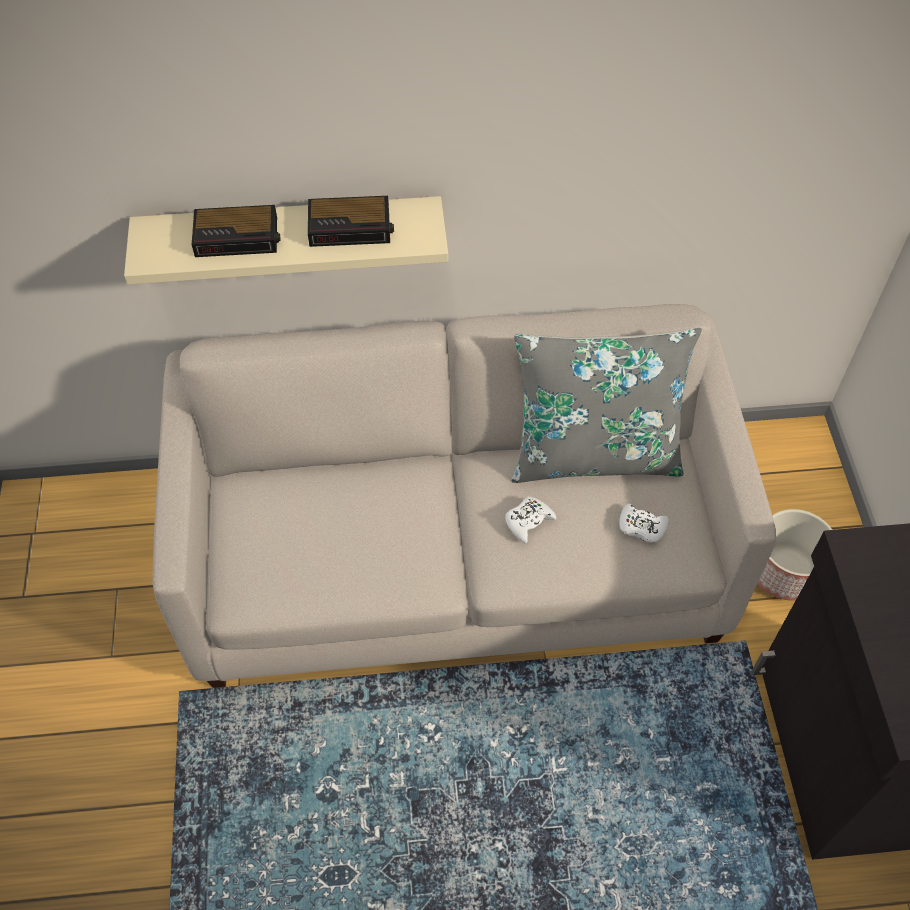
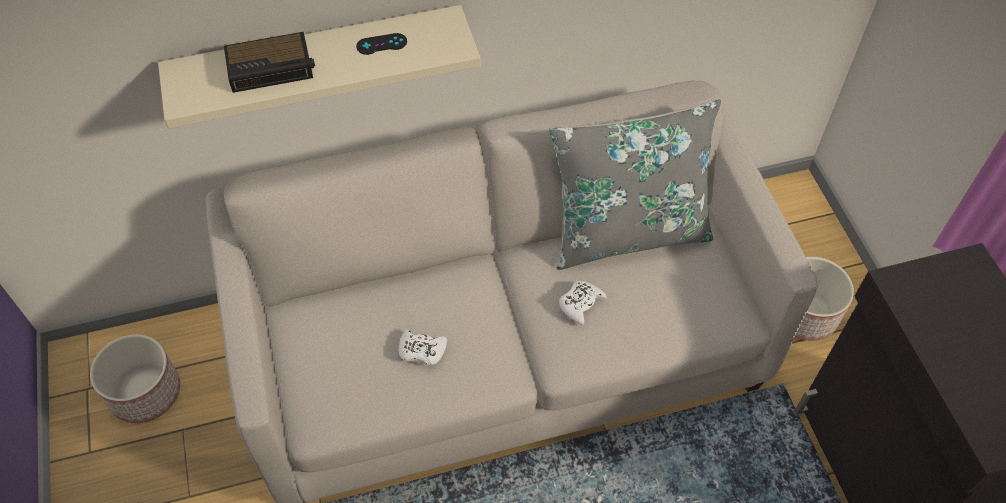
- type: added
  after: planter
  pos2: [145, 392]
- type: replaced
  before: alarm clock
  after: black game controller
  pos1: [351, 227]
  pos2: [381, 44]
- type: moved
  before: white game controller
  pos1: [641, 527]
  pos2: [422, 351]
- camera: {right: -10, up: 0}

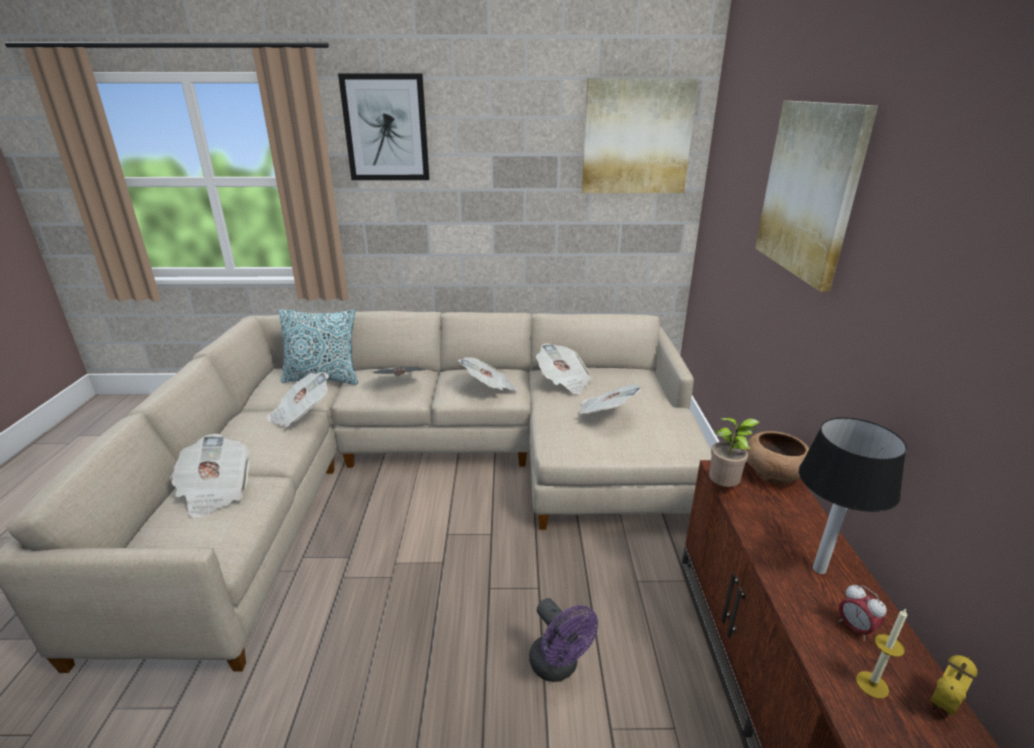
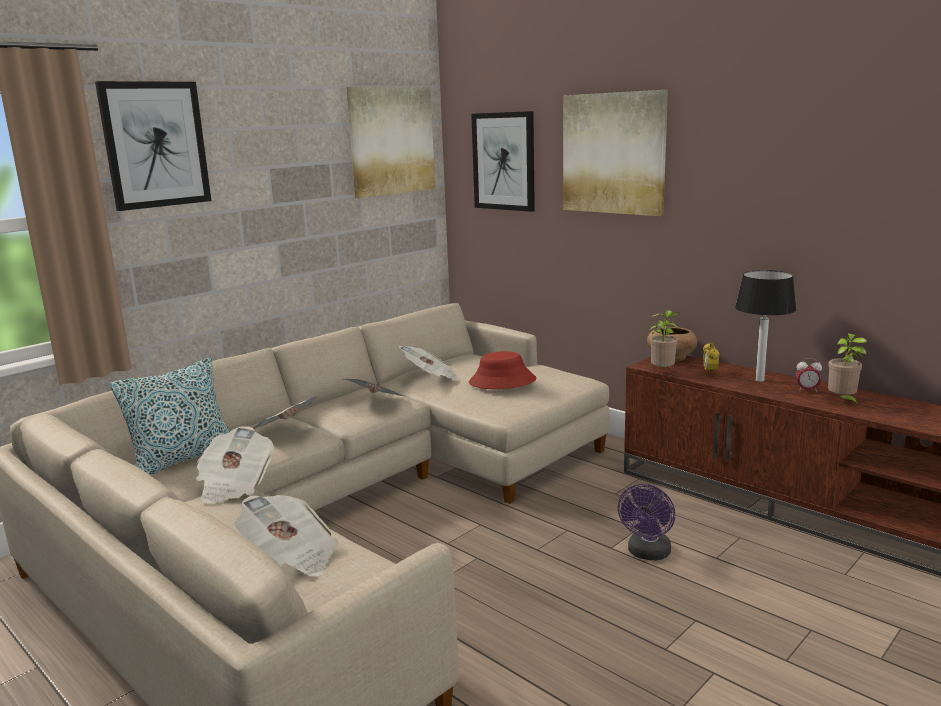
- type: replaced
  before: newspaper
  after: red hat
  pos1: [606, 413]
  pos2: [502, 381]
- type: added
  after: picture
  pos2: [504, 161]
- type: turned
  before: purple fan
  pos1: [558, 667]
  pos2: [647, 554]
  turn: 105
- type: moved
  before: alarm clock
  pos1: [942, 705]
  pos2: [710, 372]
- type: replaced
  before: candle
  after: potted plant
  pos1: [872, 684]
  pos2: [842, 401]
- camera: {right: -45, up: -10}

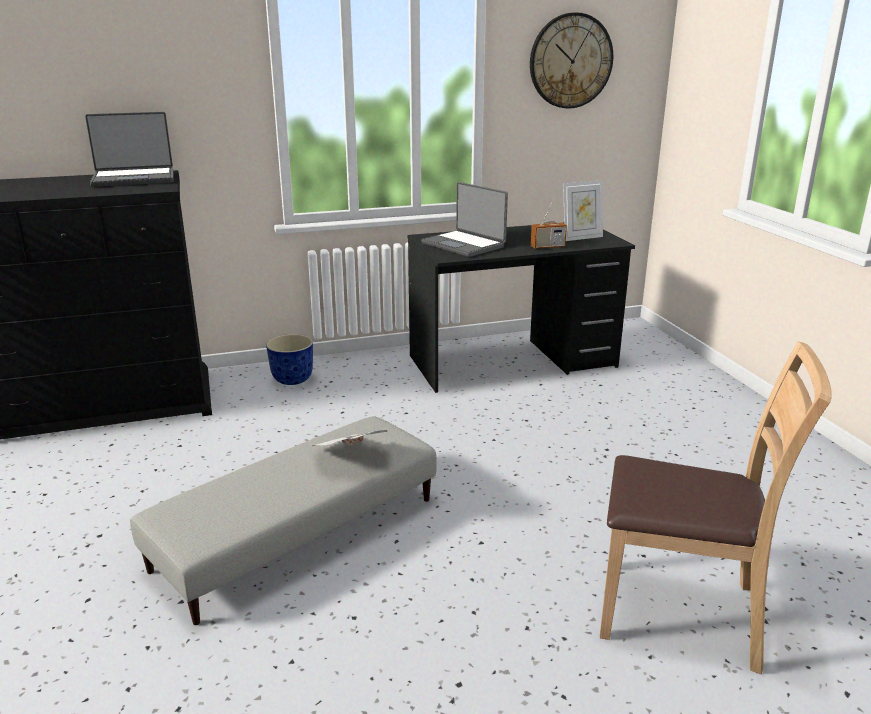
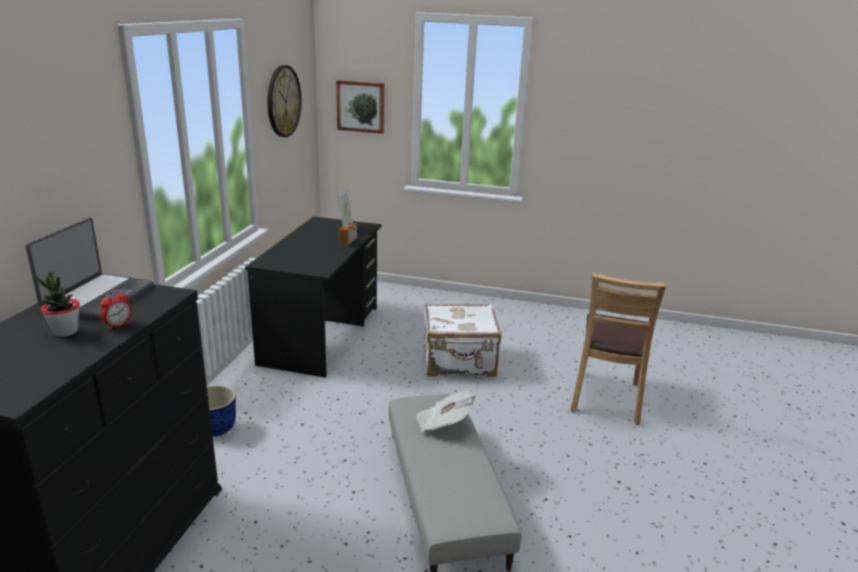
- type: added
  after: potted plant
  pos2: [65, 332]
- type: added
  after: alarm clock
  pos2: [118, 325]
- type: added
  after: picture
  pos2: [361, 106]
- type: added
  after: white suitcase
  pos2: [459, 362]
- type: turned
  before: brown chair
  pos1: [681, 613]
  pos2: [606, 398]
  turn: 150
- type: removed
  before: laptop
  pos1: [464, 245]
- camera: {right: -60, up: 0}

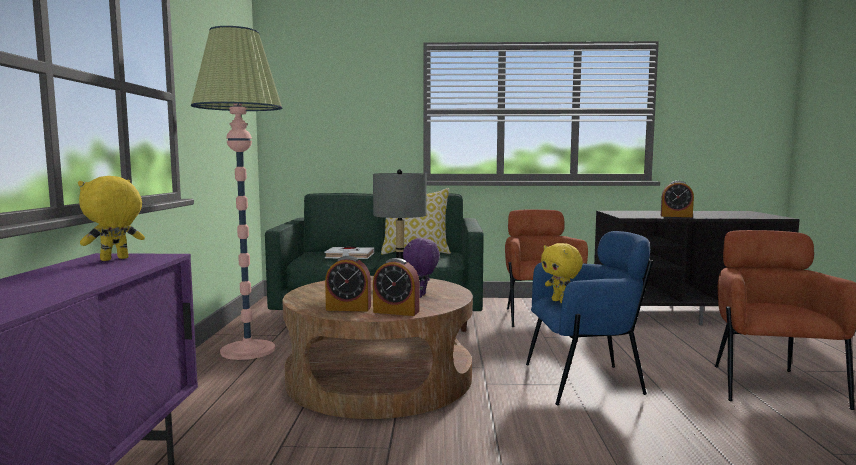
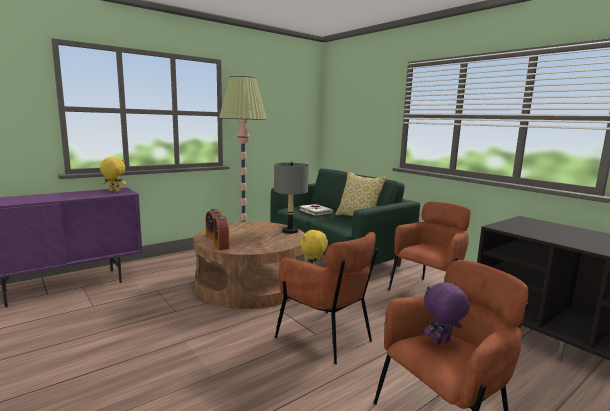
- type: recoloured
  before: blue armchair
  after: brown armchair
  pos1: [584, 381]
  pos2: [326, 337]
- type: moved
  before: purple plush toy
  pos1: [421, 296]
  pos2: [441, 343]
- type: removed
  before: alarm clock
  pos1: [676, 216]
- camera: {right: 50, up: 5}

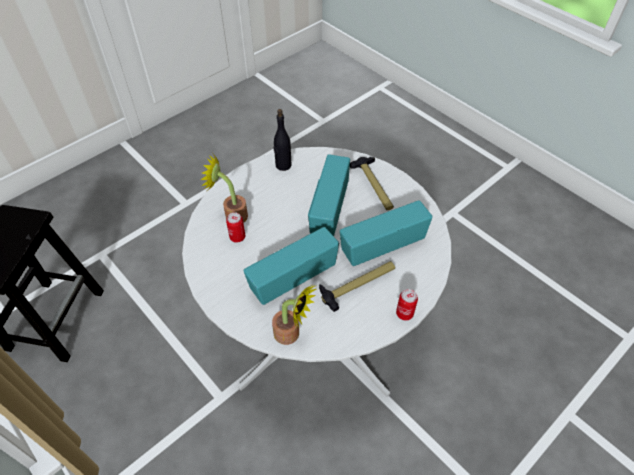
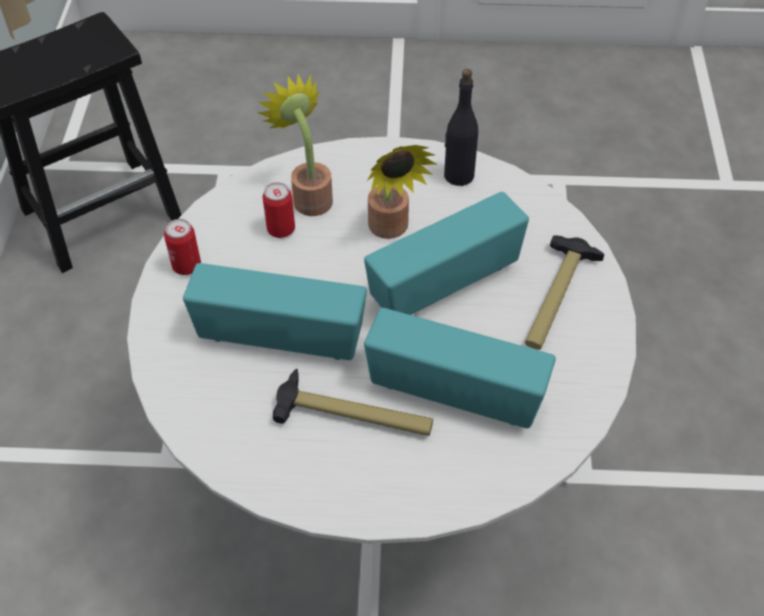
- type: moved
  before: can
  pos1: [404, 313]
  pos2: [186, 266]
- type: moved
  before: potted plant
  pos1: [291, 335]
  pos2: [391, 230]
- camera: {right: 45, up: 0}

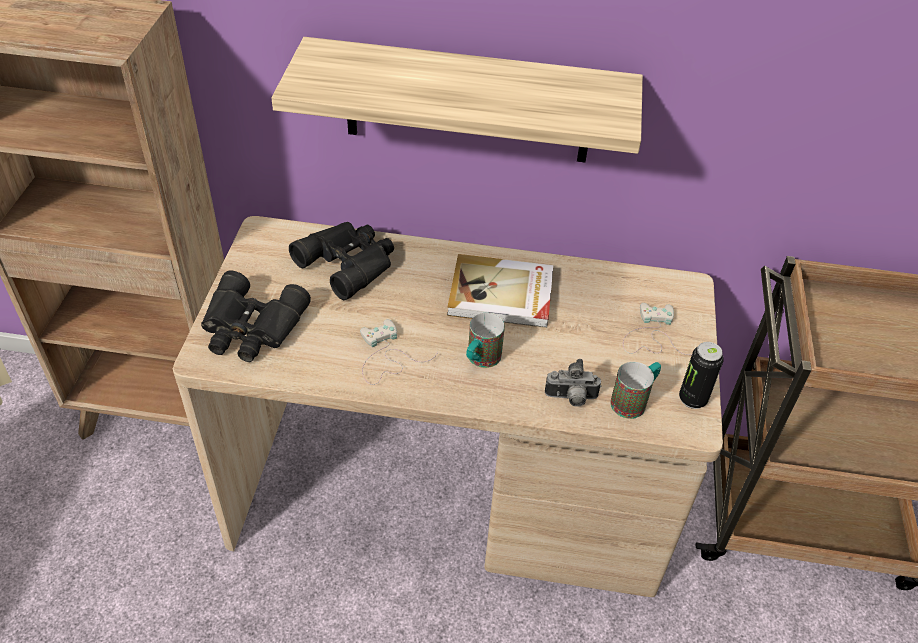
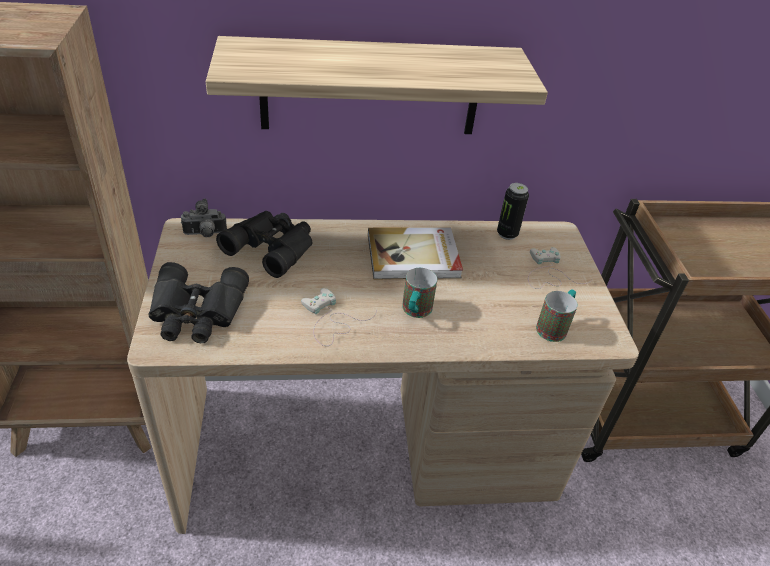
- type: moved
  before: photo camera
  pos1: [571, 399]
  pos2: [205, 234]
- type: moved
  before: can
  pos1: [692, 399]
  pos2: [507, 234]
- camera: {right: -15, up: -5}

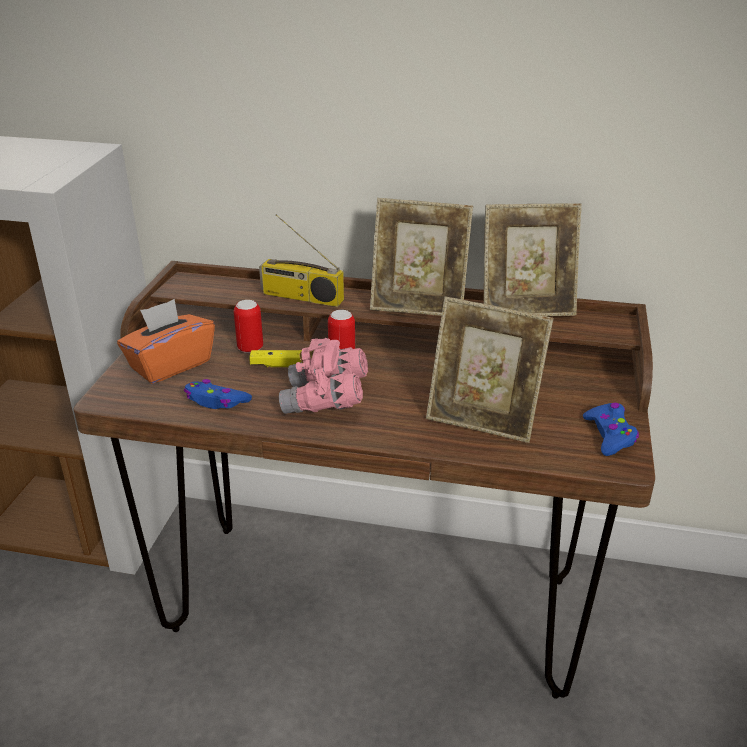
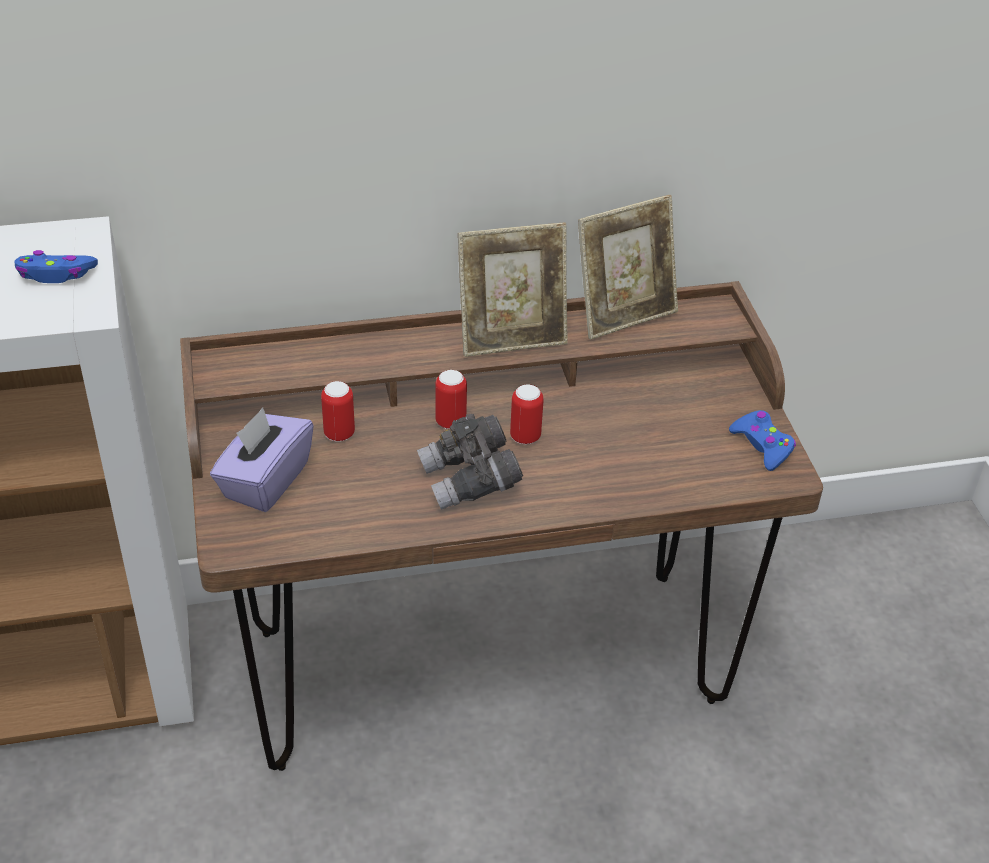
- type: moved
  before: blue game controller
  pos1: [216, 401]
  pos2: [56, 274]
- type: recoloured
  before: orange tissue box
  after: purple tissue box
  pos1: [170, 365]
  pos2: [265, 481]
- type: recoloured
  before: pink binoculars
  after: grey binoculars
  pos1: [325, 401]
  pos2: [470, 481]
- type: added
  after: can
  pos2: [525, 437]
- type: removed
  before: yellow game controller
  pos1: [283, 365]
- type: removed
  before: radio
  pos1: [301, 297]
- type: removed
  before: picture frame
  pos1: [482, 420]
- camera: {right: -25, up: 10}

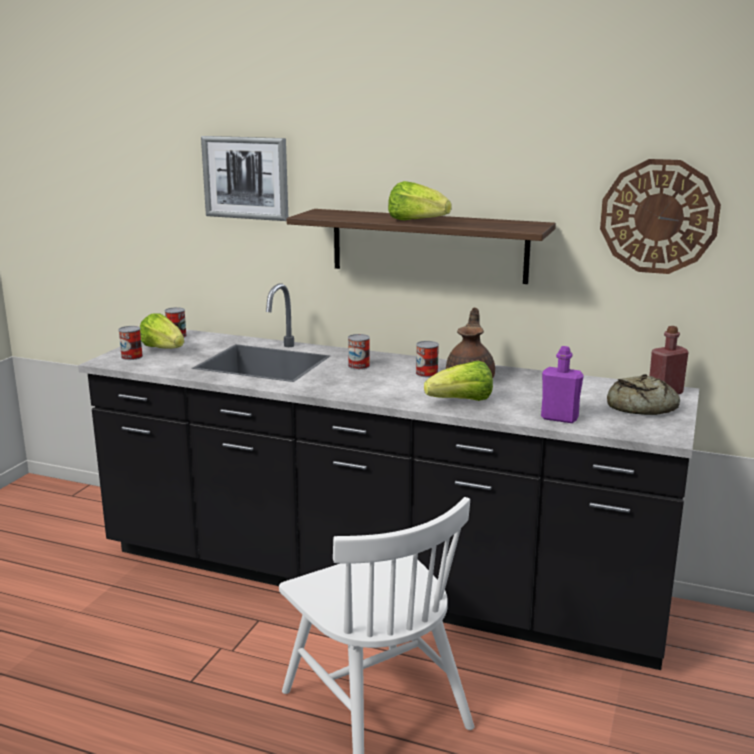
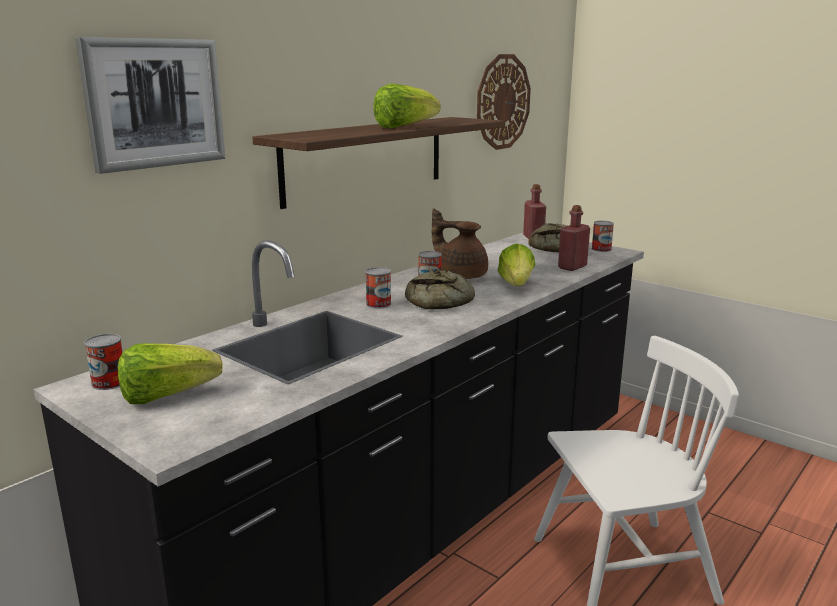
- type: added
  after: bread
  pos2: [441, 301]
- type: recoloured
  before: purple bottle
  after: red bottle
  pos1: [559, 418]
  pos2: [572, 267]
- type: moved
  before: can
  pos1: [132, 356]
  pos2: [601, 249]
- camera: {right: -70, up: 0}

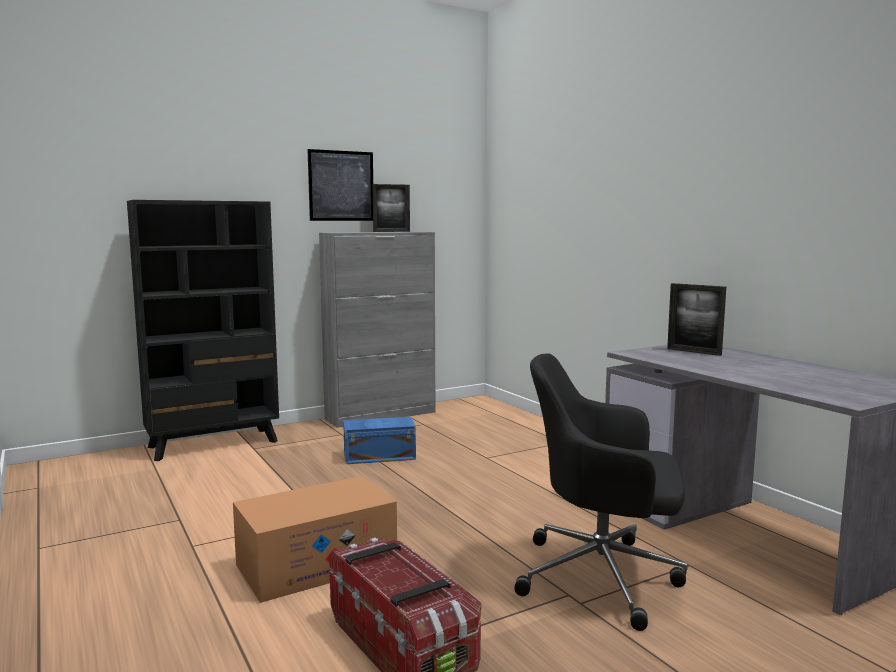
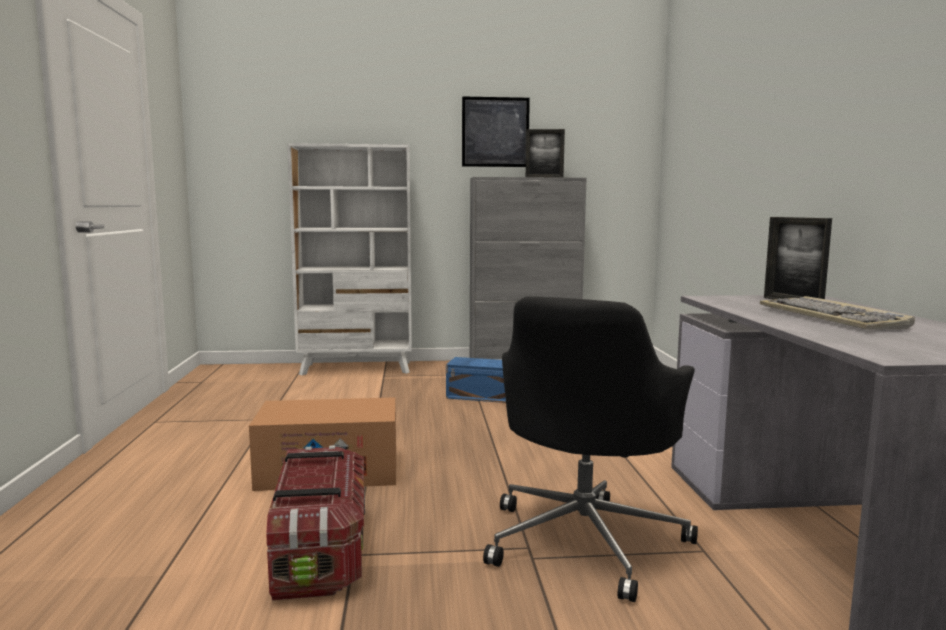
- type: recoloured
  before: black bookcase
  after: white bookcase
  pos1: [214, 444]
  pos2: [357, 369]
- type: turned
  before: black office chair
  pos1: [603, 576]
  pos2: [585, 539]
  turn: -105
- type: added
  after: keyboard
  pos2: [832, 318]
- camera: {right: 25, up: 0}

